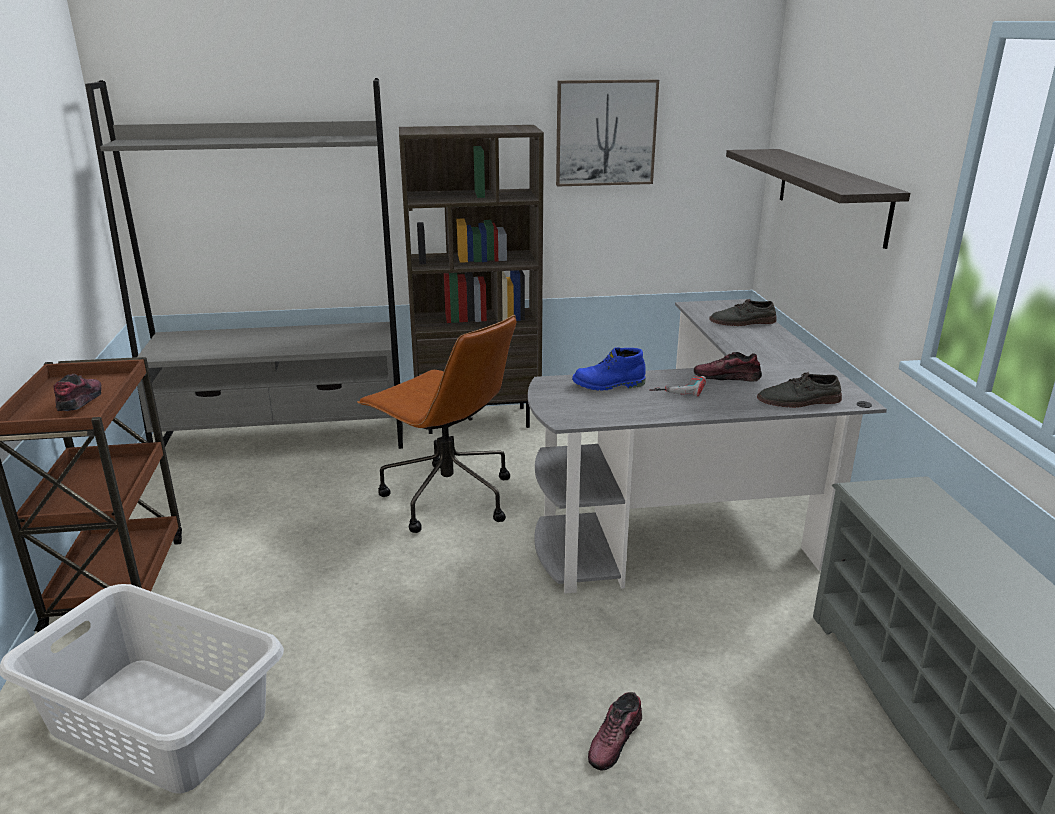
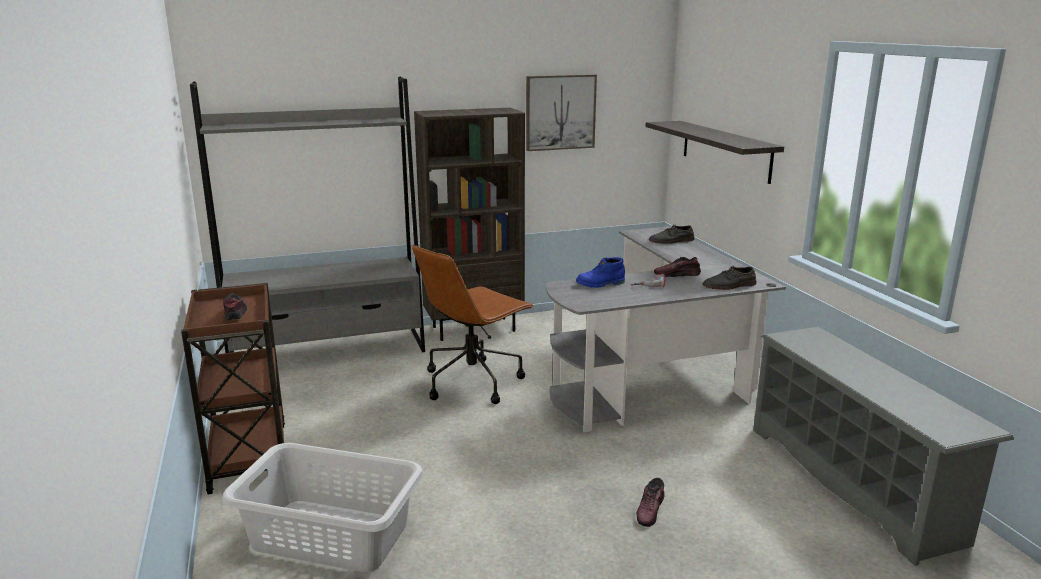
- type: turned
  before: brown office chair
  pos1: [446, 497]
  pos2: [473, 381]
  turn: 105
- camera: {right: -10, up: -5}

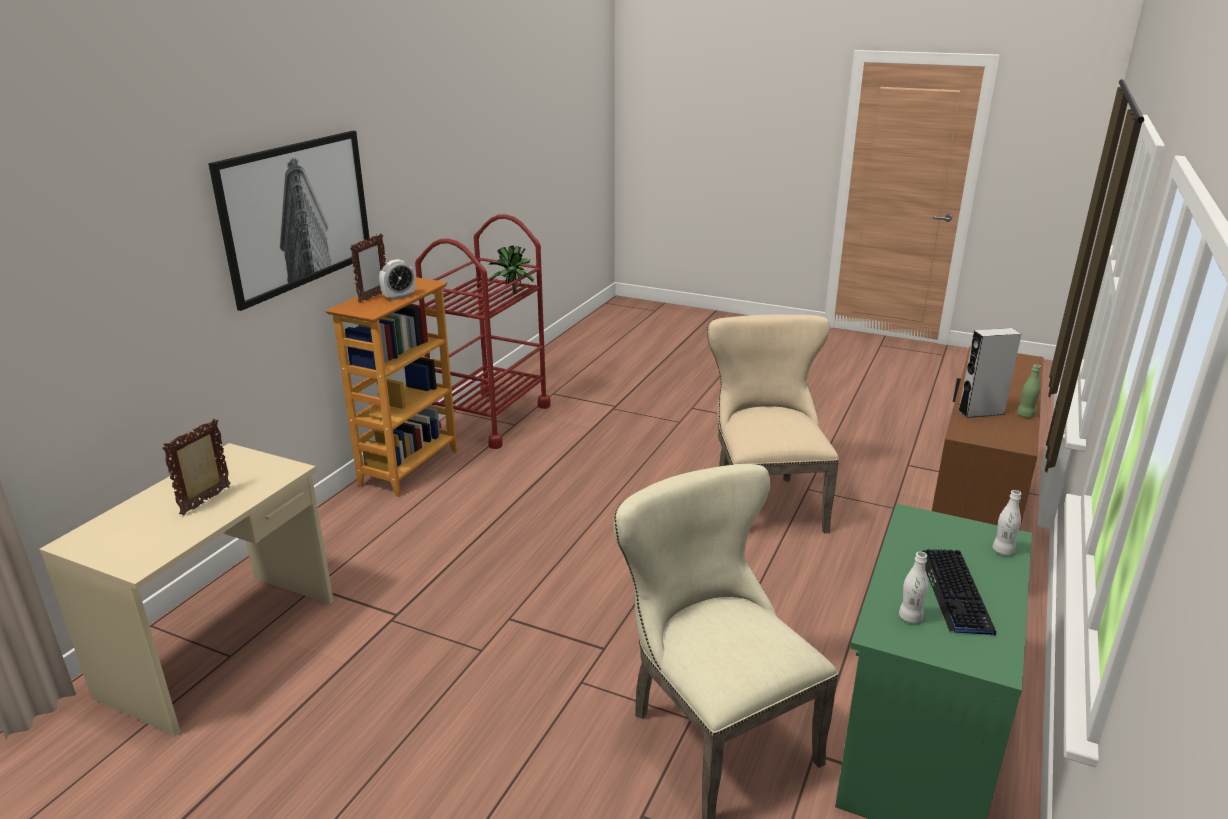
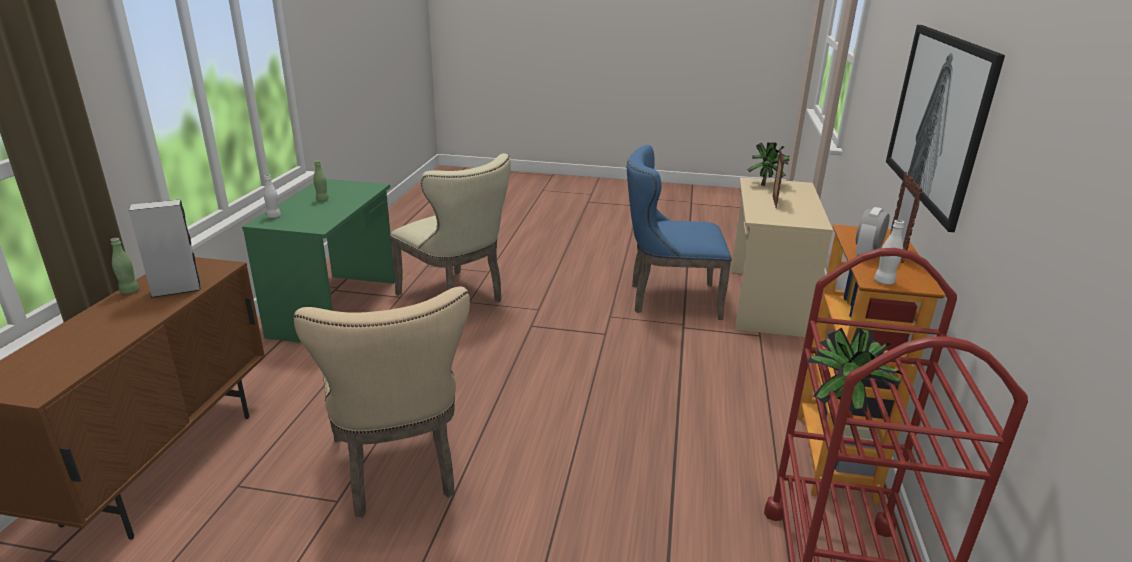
- type: replaced
  before: keyboard
  after: green bottle
  pos1: [955, 592]
  pos2: [322, 200]
- type: added
  after: blue chair
  pos2: [668, 299]
- type: added
  after: potted plant
  pos2: [765, 185]
- type: moved
  before: white bottle
  pos1: [910, 617]
  pos2: [884, 282]
- camera: {right: 165, up: 0}

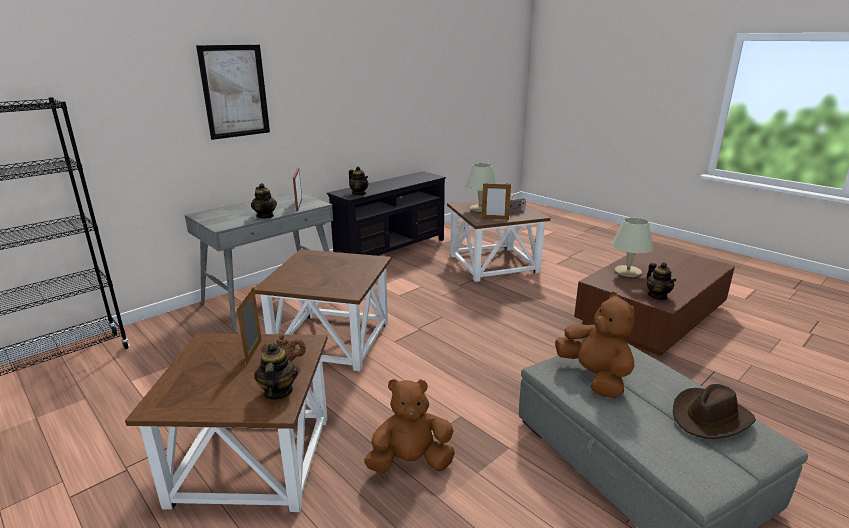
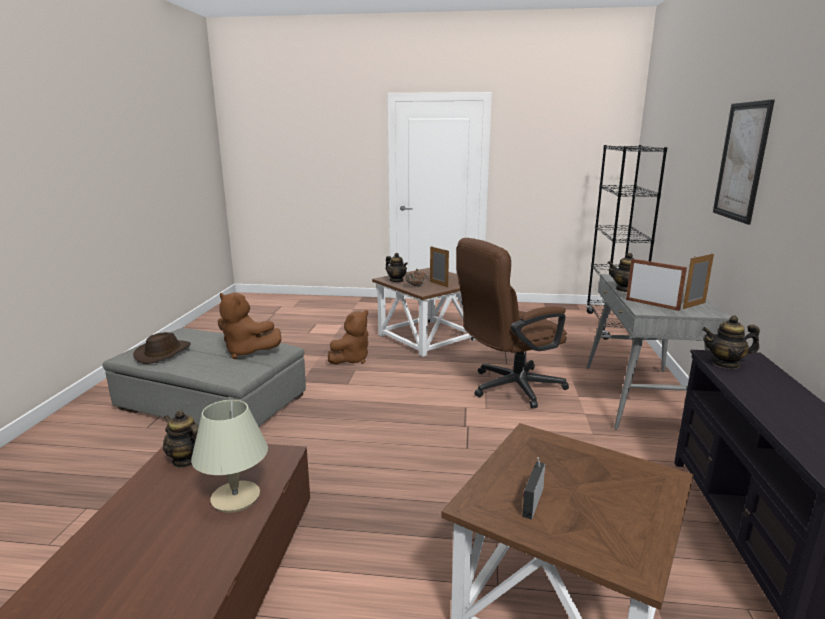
- type: replaced
  before: brown side table
  after: brown office chair
  pos1: [332, 341]
  pos2: [508, 388]
- type: moved
  before: picture frame
  pos1: [495, 219]
  pos2: [694, 306]
- type: removed
  before: beige table lamp
  pos1: [480, 209]
- camera: {right: 140, up: -5}

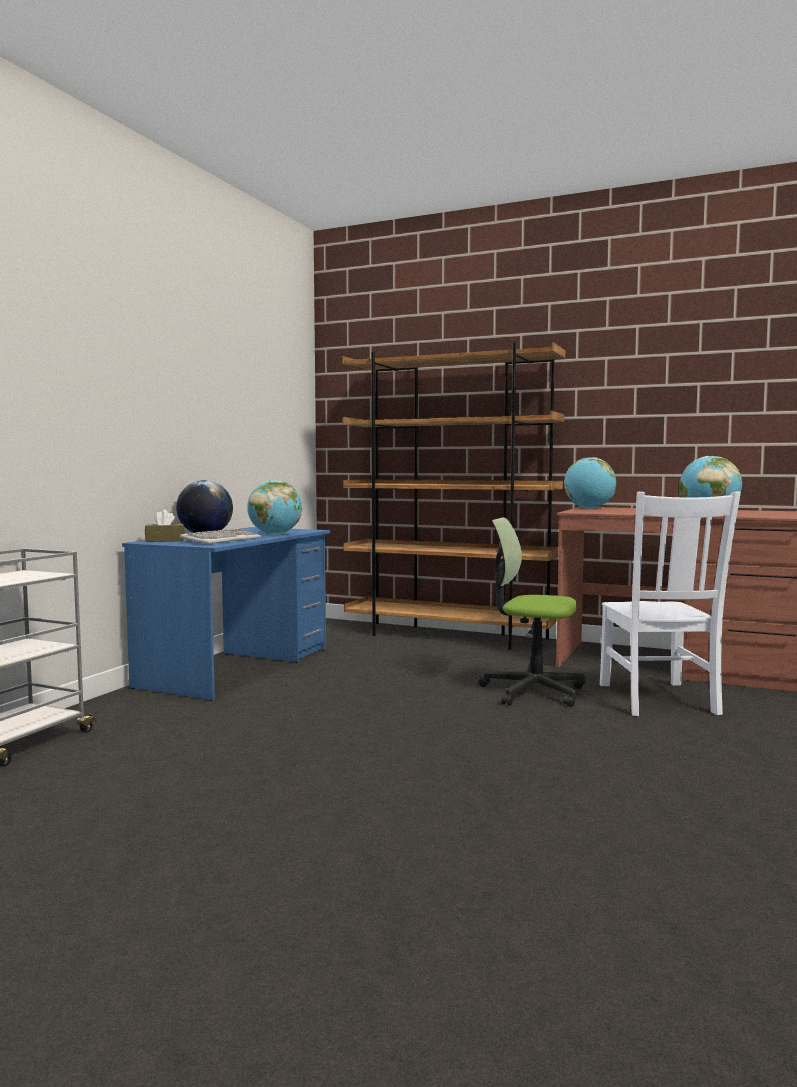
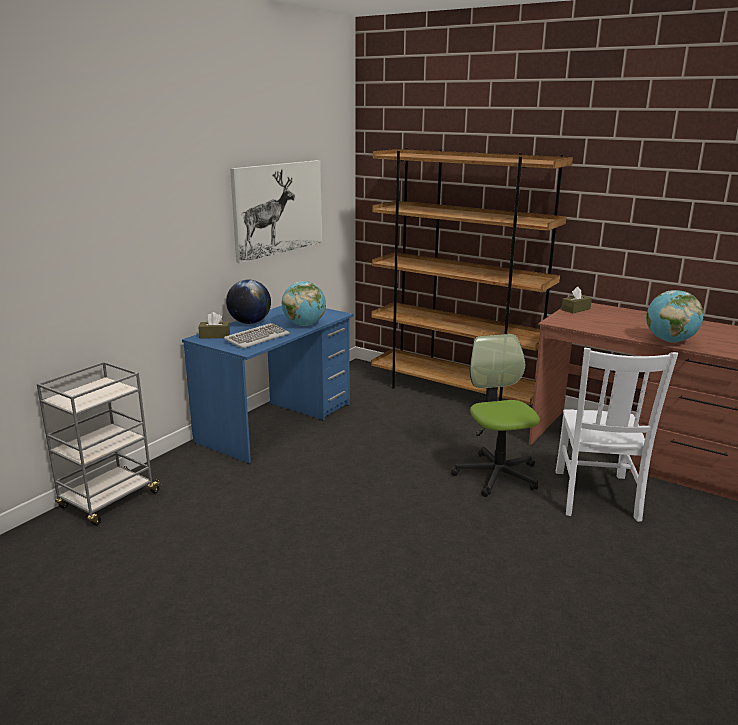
- type: added
  after: picture
  pos2: [278, 208]
- type: turned
  before: office chair
  pos1: [532, 691]
  pos2: [496, 475]
  turn: 45
- type: replaced
  before: globe
  after: brown tissue box
  pos1: [589, 508]
  pos2: [575, 309]
- camera: {right: 10, up: 15}

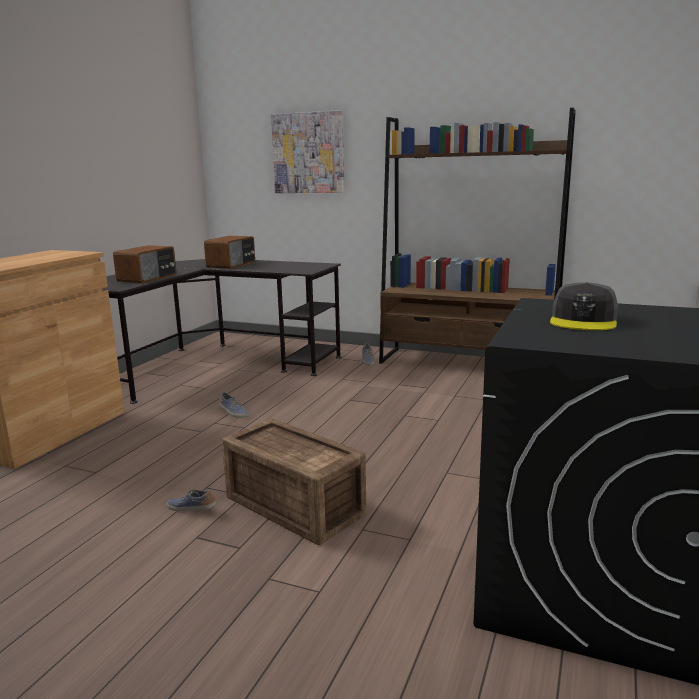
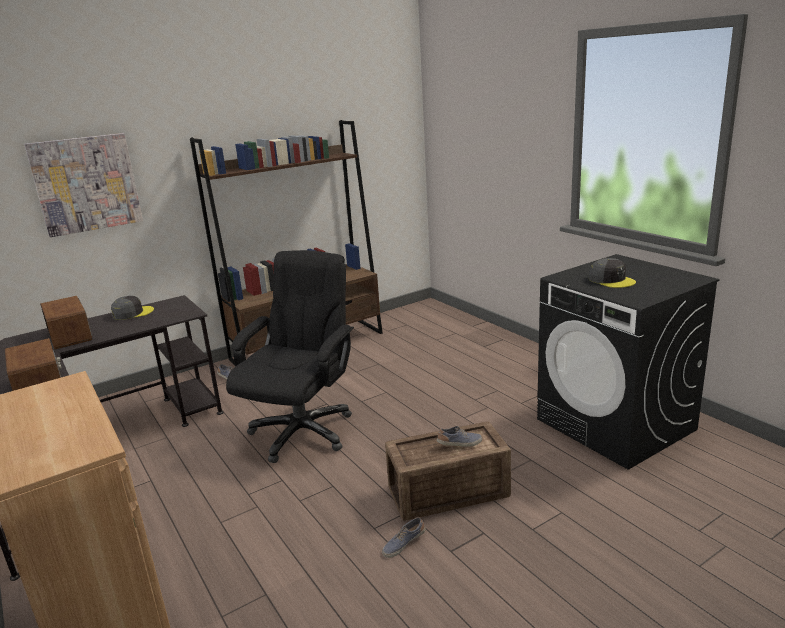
- type: added
  after: grey cap
  pos2: [132, 313]
- type: added
  after: black office chair
  pos2: [302, 431]
- type: moved
  before: shoe
  pos1: [233, 412]
  pos2: [460, 444]
- camera: {right: -55, up: 5}

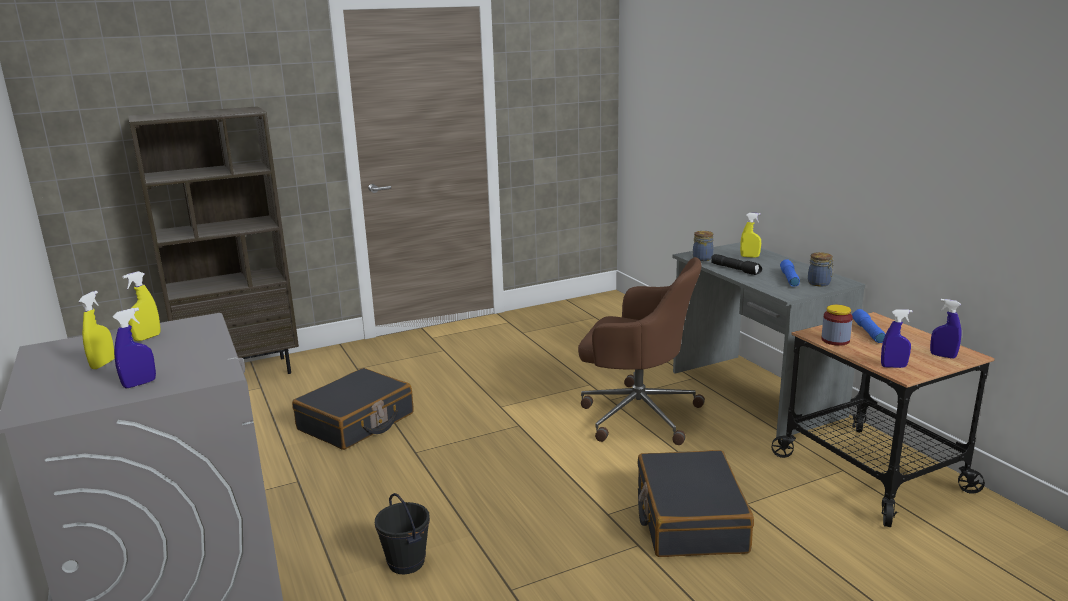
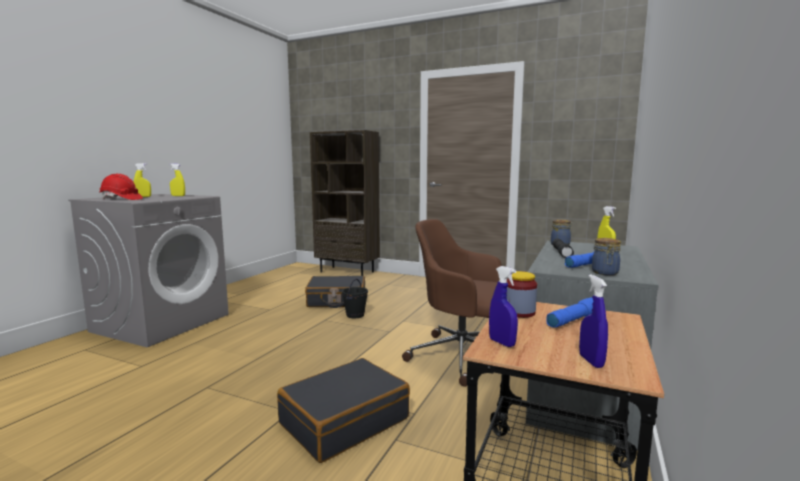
- type: replaced
  before: blue spray bottle
  after: red hard hat
  pos1: [139, 384]
  pos2: [121, 199]
- type: moved
  before: black bucket
  pos1: [405, 563]
  pos2: [355, 315]
- type: turned
  before: brown office chair
  pos1: [637, 414]
  pos2: [462, 357]
  turn: 135
- camera: {right: 50, up: -10}

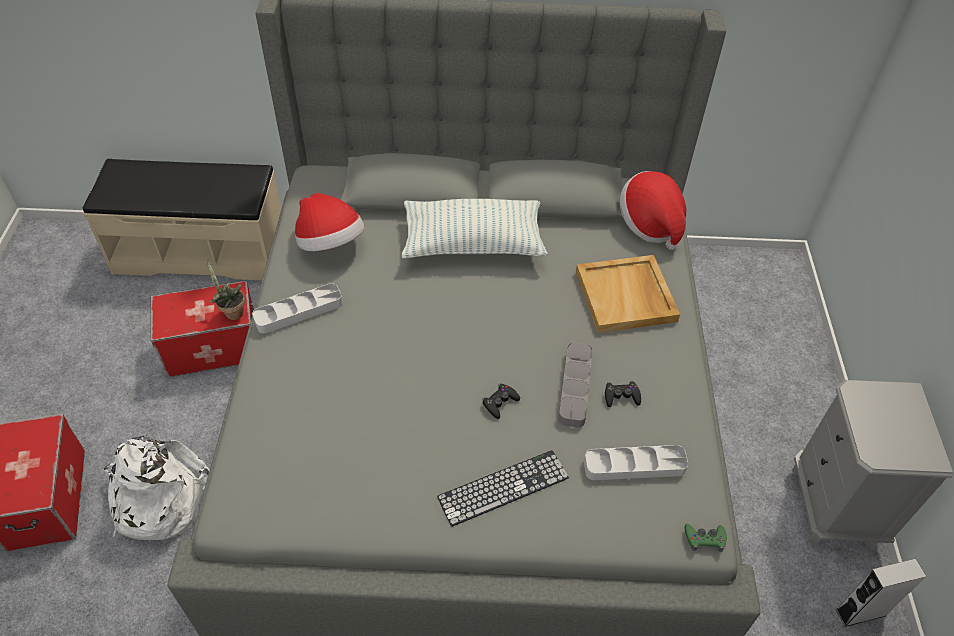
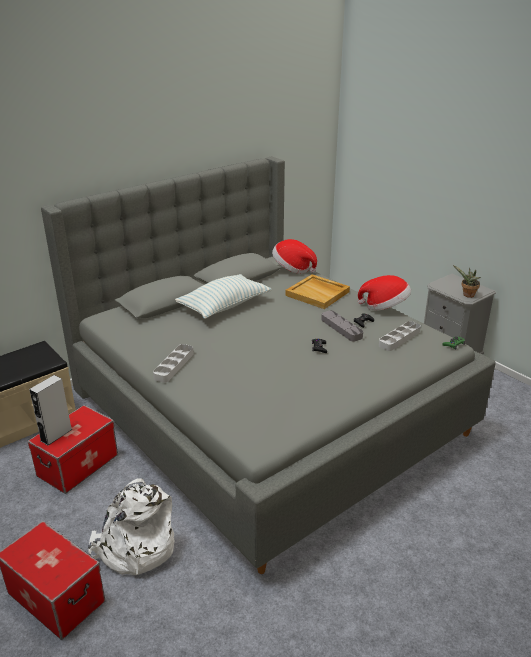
- type: moved
  before: grey speaker
  pos1: [861, 612]
  pos2: [56, 435]
- type: moved
  before: hat
  pos1: [330, 244]
  pos2: [385, 307]
- type: moved
  before: potted plant
  pos1: [232, 312]
  pos2: [467, 295]
- type: removed
  before: keyboard
  pos1: [503, 487]
- camera: {right: -40, up: -20}

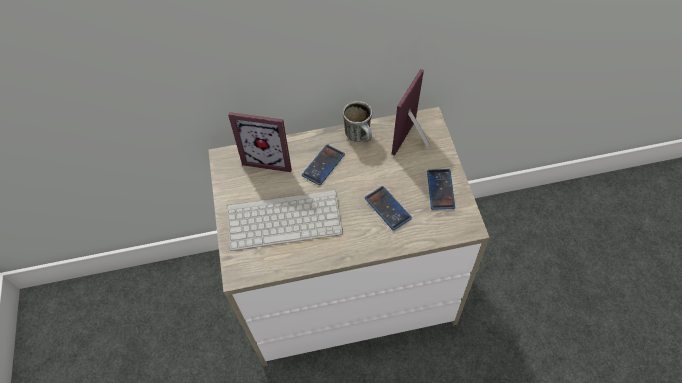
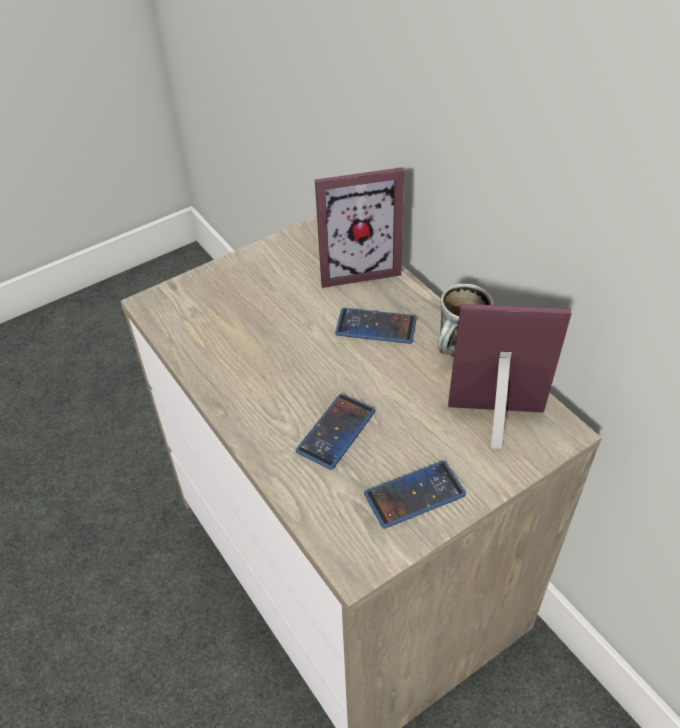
- type: turned
  before: picture frame
  pos1: [270, 157]
  pos2: [356, 266]
  turn: -90
- type: removed
  before: keyboard
  pos1: [285, 218]
- camera: {right: 65, up: -10}

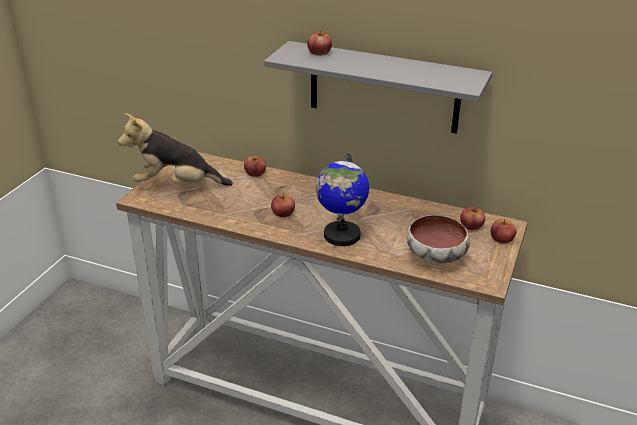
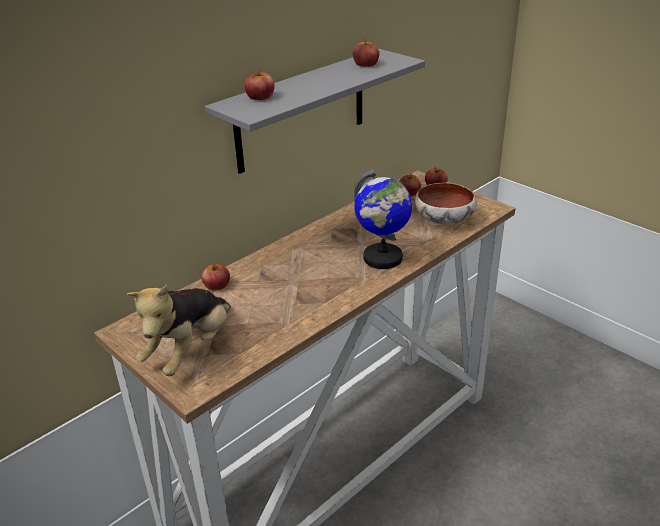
- type: moved
  before: apple
  pos1: [283, 212]
  pos2: [365, 64]
- camera: {right: -65, up: 0}

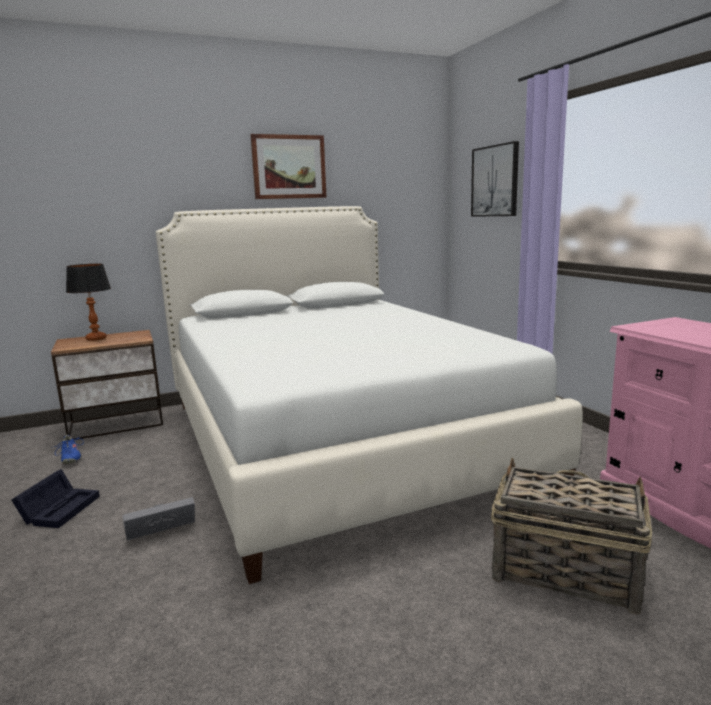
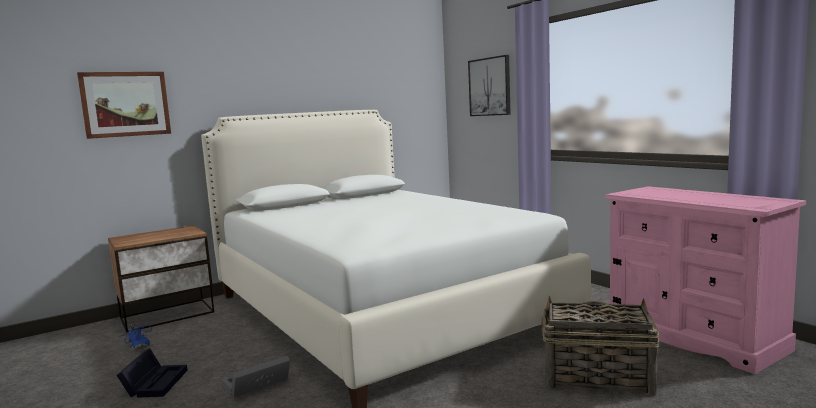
- type: moved
  before: picture
  pos1: [289, 167]
  pos2: [125, 104]
- type: removed
  before: table lamp
  pos1: [96, 338]
- camera: {right: -10, up: -5}

